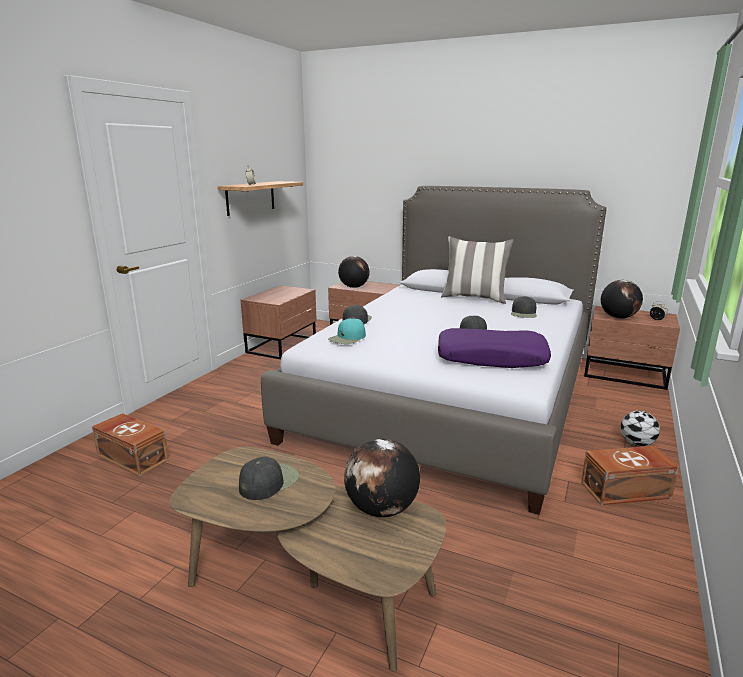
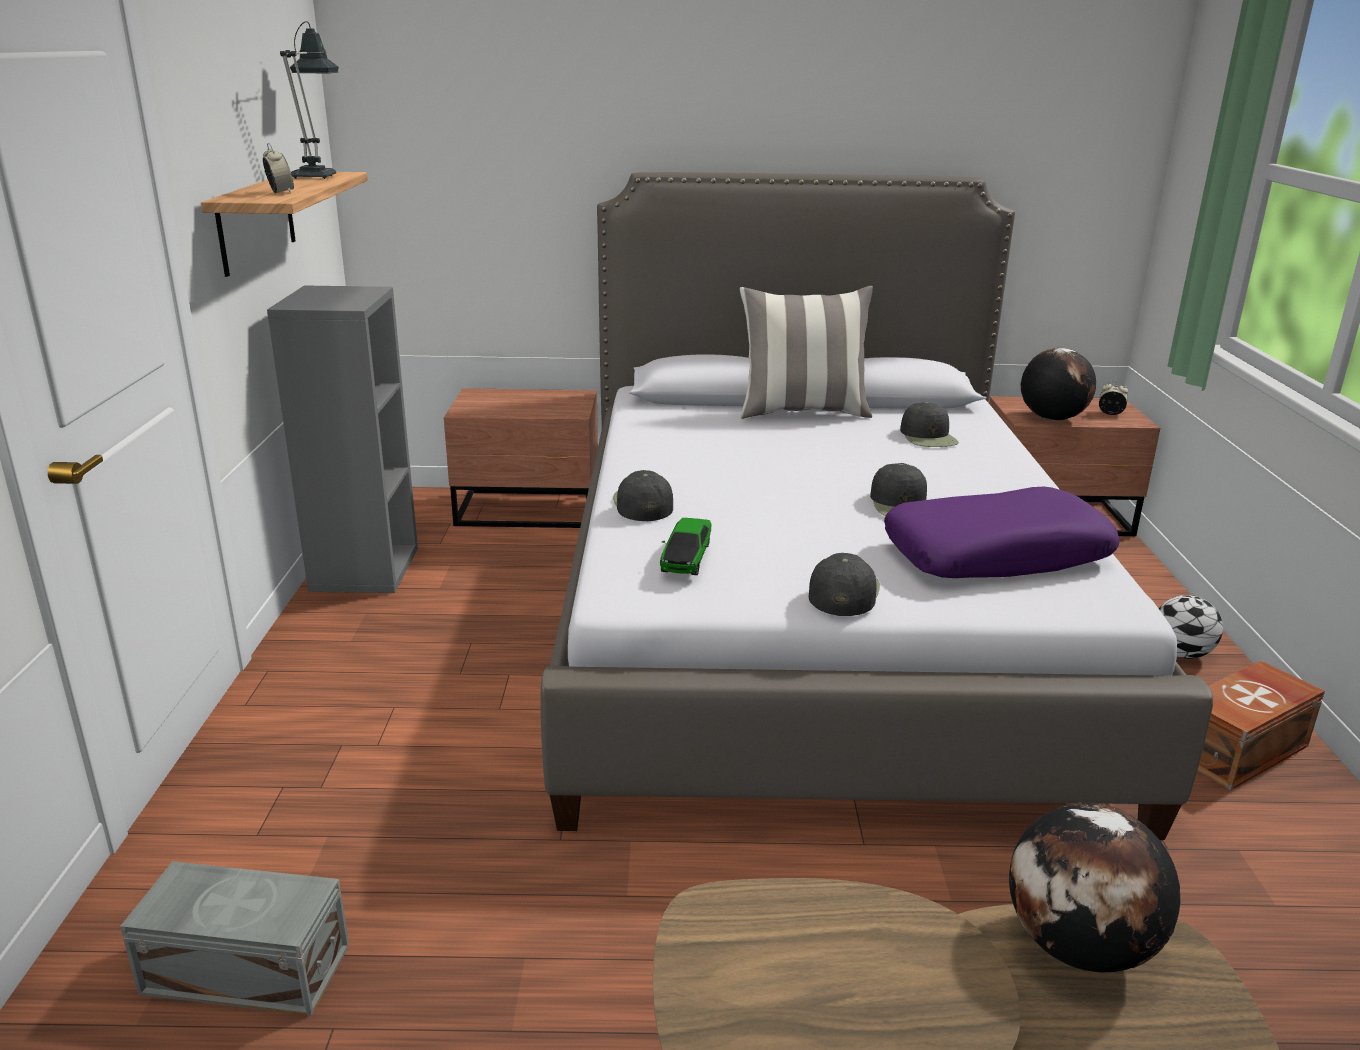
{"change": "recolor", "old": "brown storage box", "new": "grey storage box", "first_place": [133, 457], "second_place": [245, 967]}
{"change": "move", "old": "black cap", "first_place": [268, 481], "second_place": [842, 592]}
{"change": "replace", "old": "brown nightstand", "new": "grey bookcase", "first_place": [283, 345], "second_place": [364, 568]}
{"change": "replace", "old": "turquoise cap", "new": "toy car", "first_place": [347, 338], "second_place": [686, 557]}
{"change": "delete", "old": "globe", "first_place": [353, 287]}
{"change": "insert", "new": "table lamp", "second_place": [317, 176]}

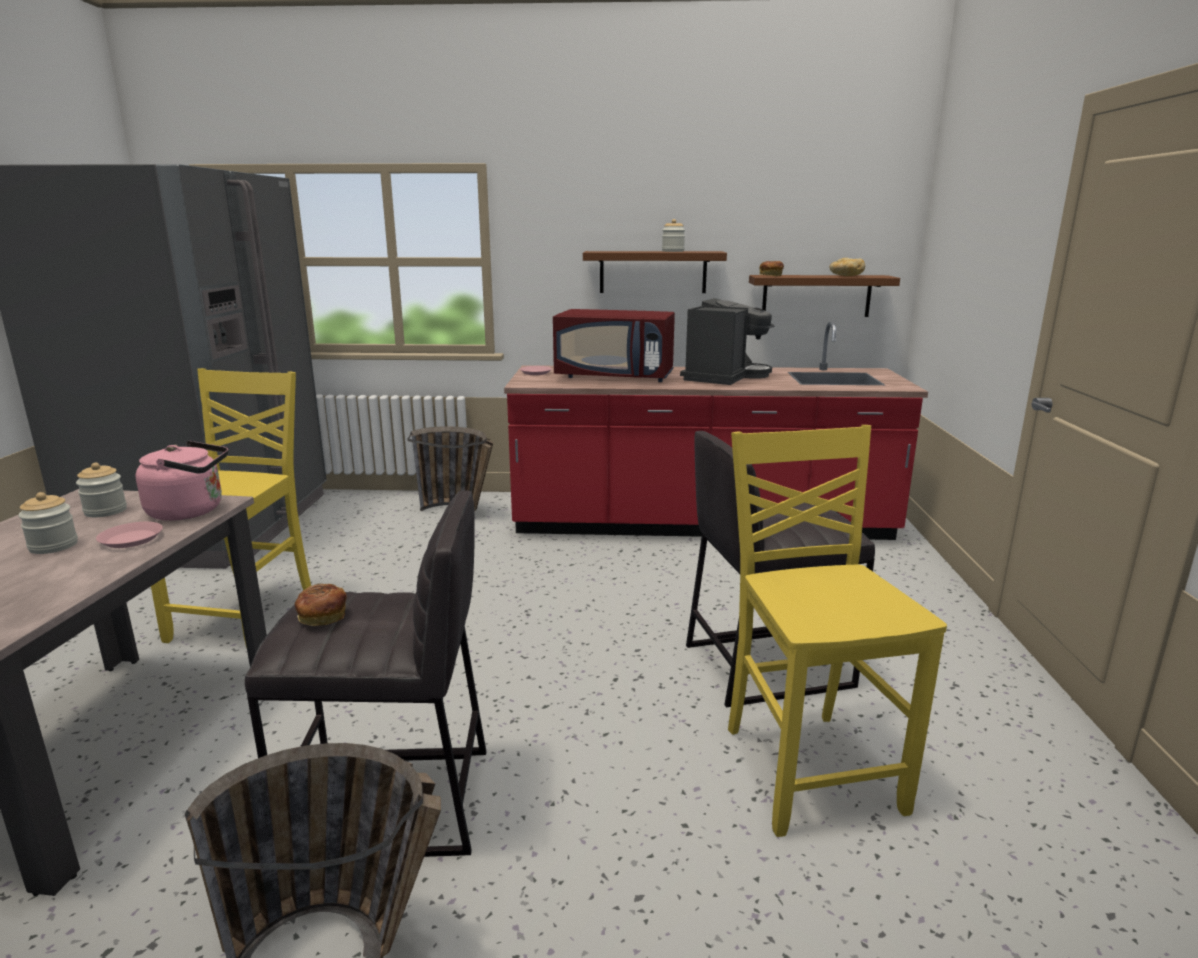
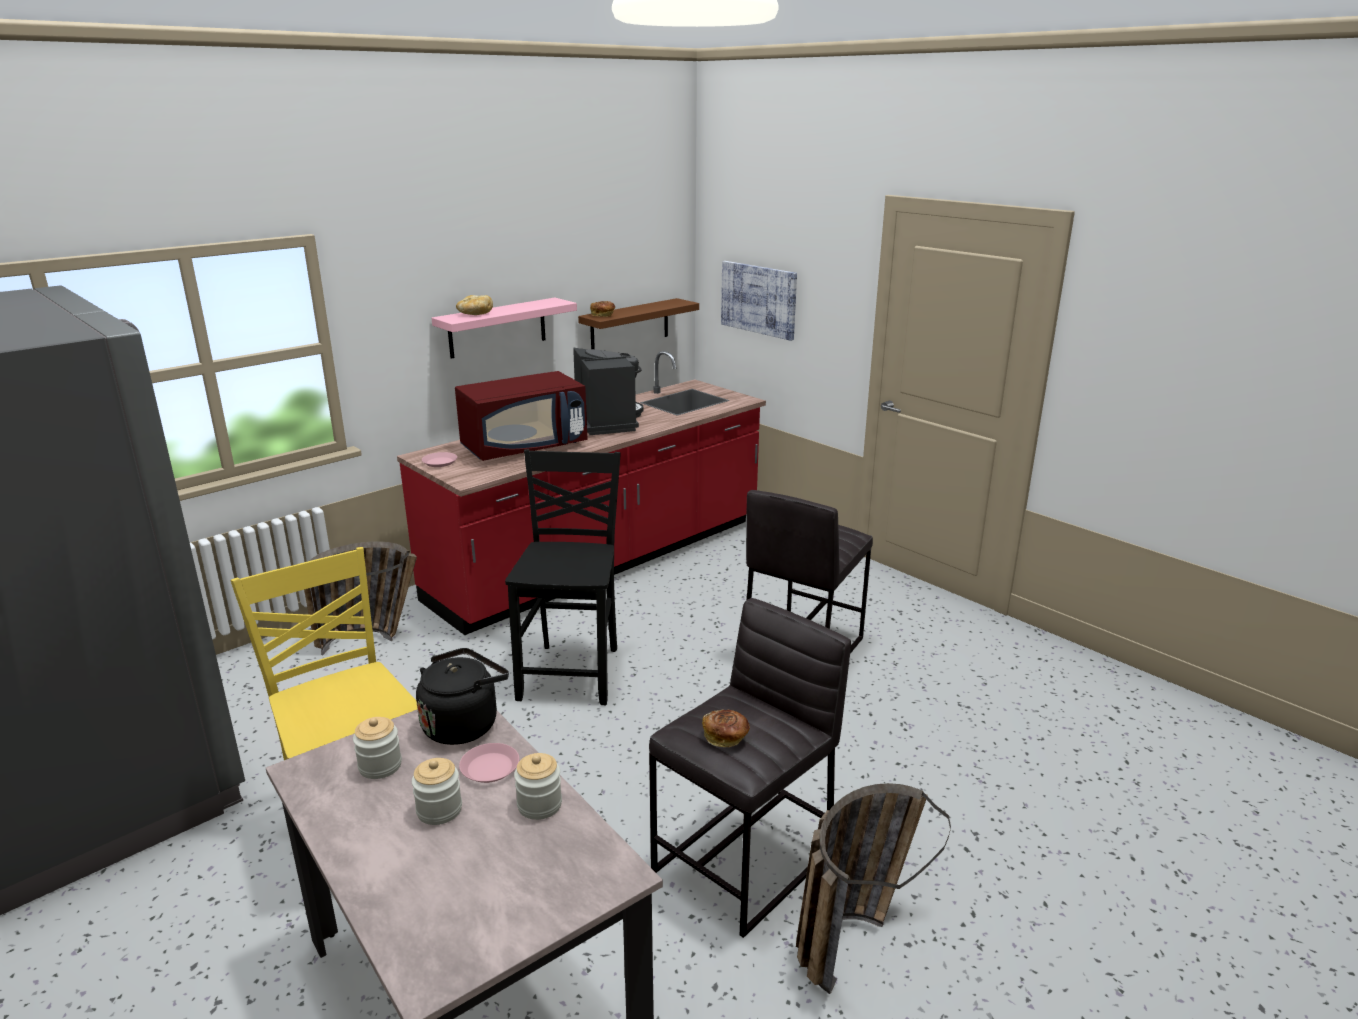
{"change": "recolor", "old": "pink kettle", "new": "black kettle", "first_place": [191, 511], "second_place": [463, 724]}
{"change": "recolor", "old": "brown shelf", "new": "pink shelf", "first_place": [653, 272], "second_place": [497, 328]}
{"change": "move", "old": "jar", "first_place": [673, 251], "second_place": [539, 805]}
{"change": "delete", "old": "yellow chair", "first_place": [808, 767]}
{"change": "move", "old": "bread", "first_place": [845, 276], "second_place": [475, 314]}
{"change": "insert", "new": "black chair", "second_place": [572, 673]}
{"change": "insert", "new": "picture", "second_place": [759, 299]}

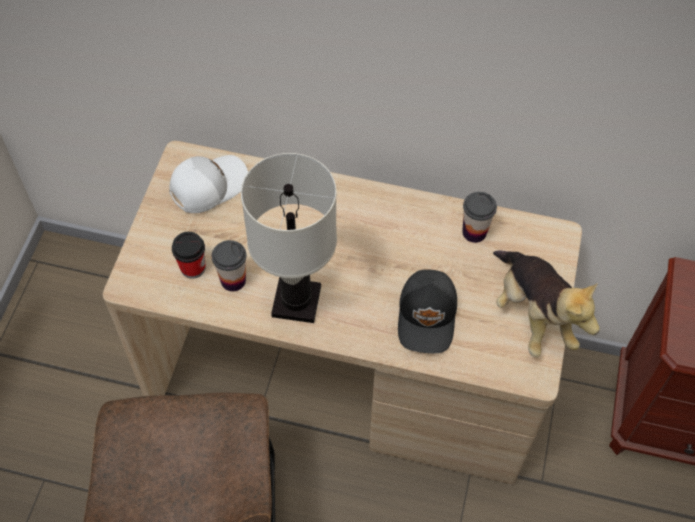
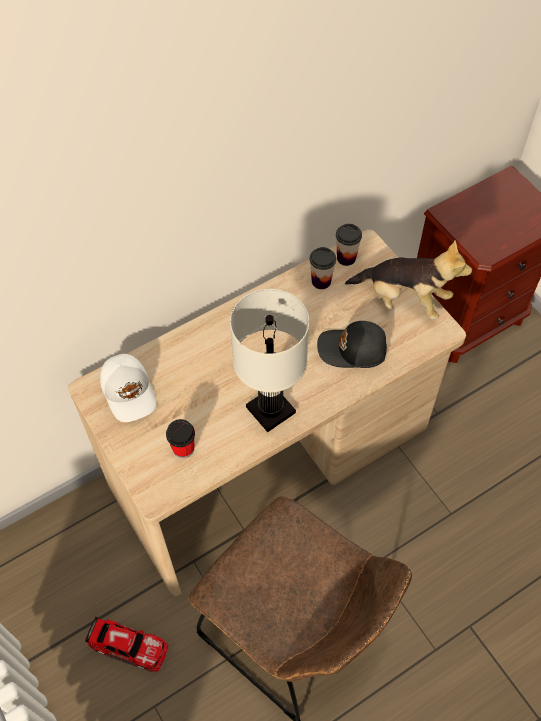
{"change": "rotate", "old": "white cap", "first_place": [207, 186], "second_place": [129, 391], "degrees": 150}
{"change": "move", "old": "cup", "first_place": [233, 280], "second_place": [346, 258]}
{"change": "rotate", "old": "black cap", "first_place": [428, 316], "second_place": [353, 350], "degrees": 135}
{"change": "insert", "new": "toy car", "second_place": [128, 646]}

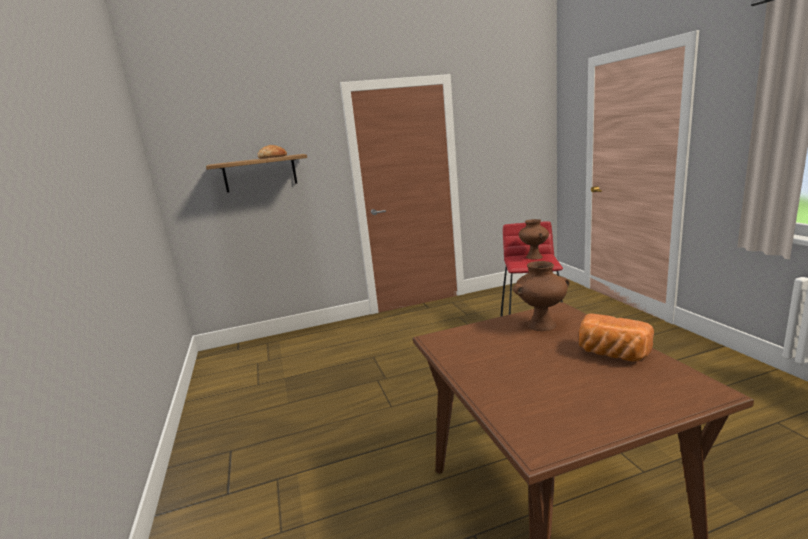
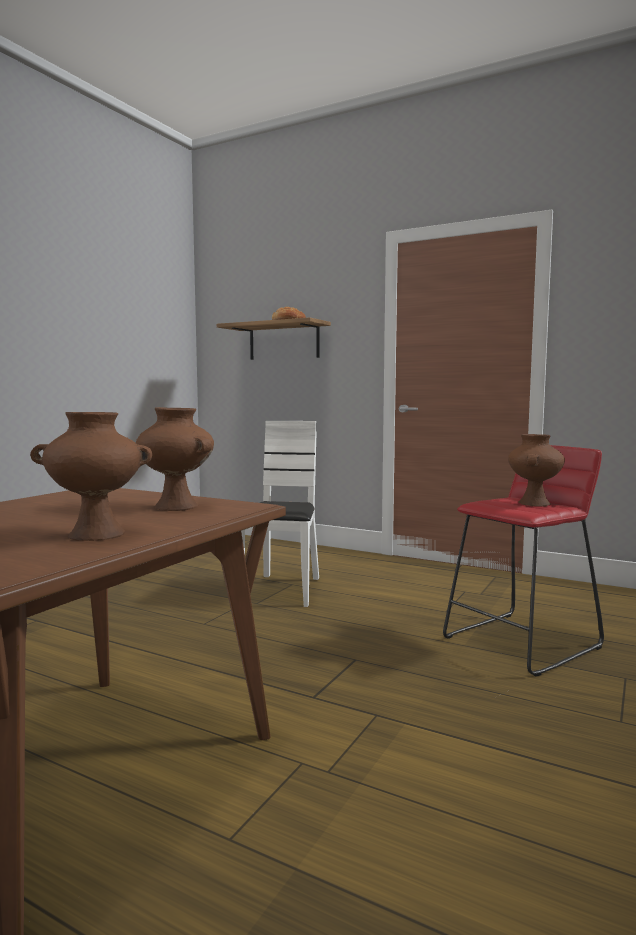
{"change": "replace", "old": "bread", "new": "brown vase", "first_place": [611, 354], "second_place": [98, 534]}
{"change": "insert", "new": "white chair", "second_place": [282, 590]}

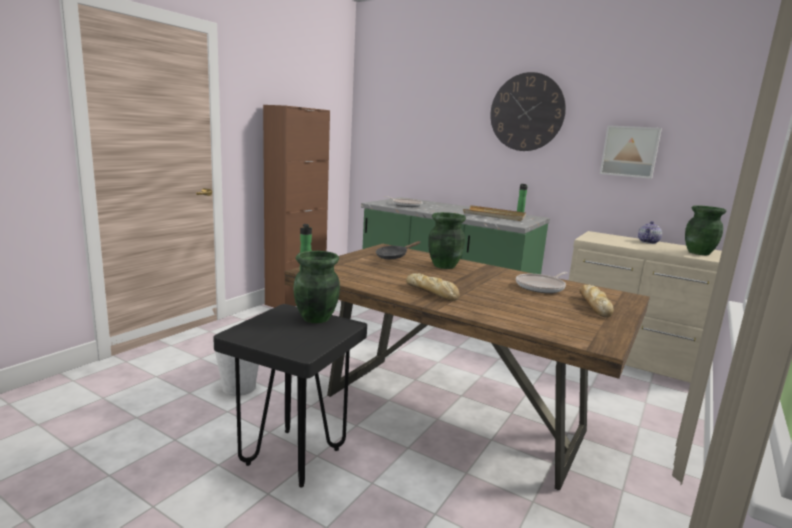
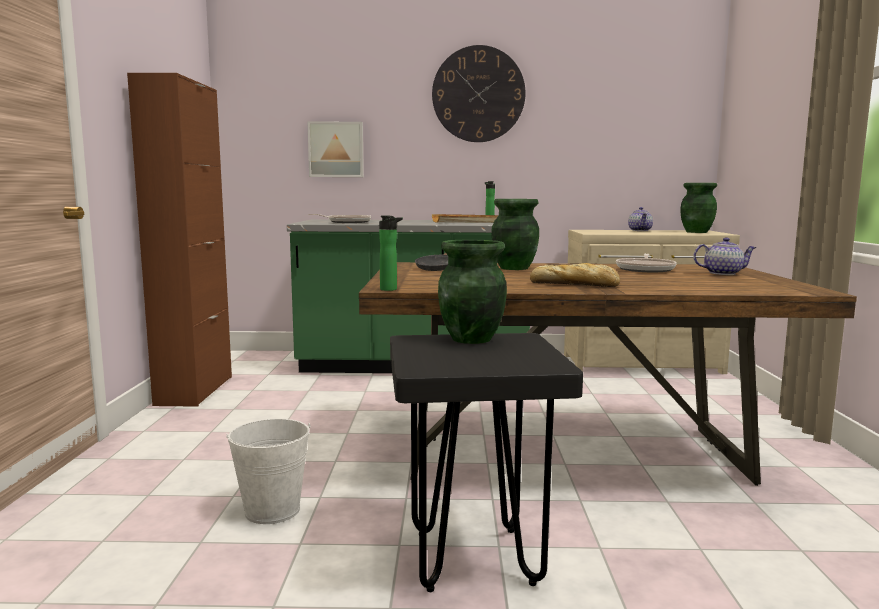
{"change": "replace", "old": "bread", "new": "teapot", "first_place": [593, 305], "second_place": [722, 273]}
{"change": "move", "old": "picture", "first_place": [630, 151], "second_place": [336, 149]}

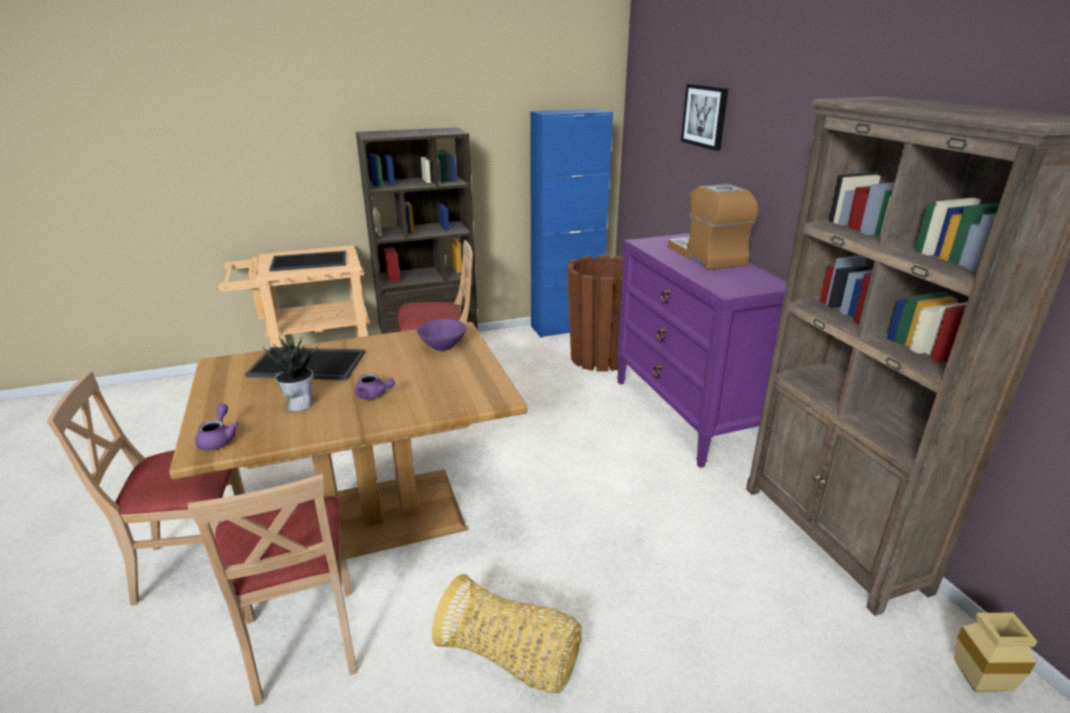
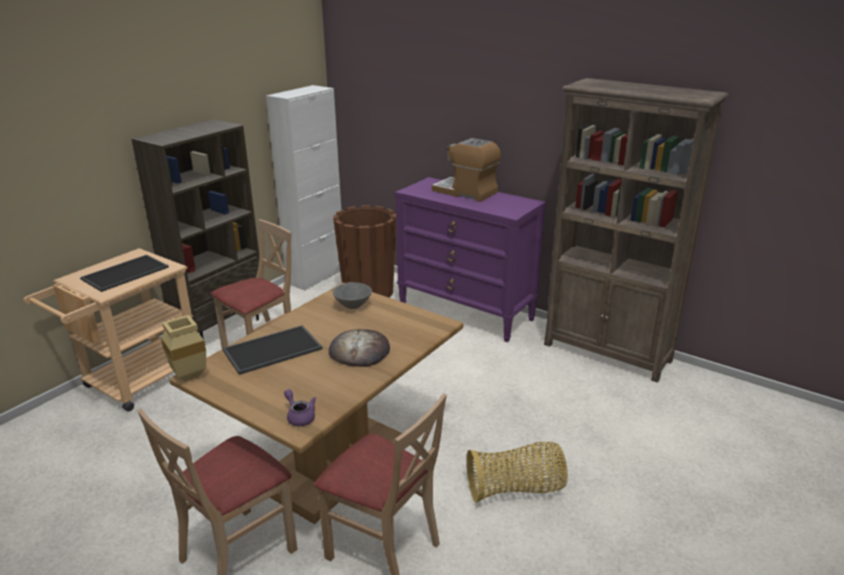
{"change": "delete", "old": "potted plant", "first_place": [300, 403]}
{"change": "replace", "old": "purple teapot", "new": "bread", "first_place": [374, 395], "second_place": [359, 351]}
{"change": "recolor", "old": "purple bowl", "new": "grey bowl", "first_place": [443, 346], "second_place": [353, 305]}
{"change": "recolor", "old": "blue cabinet", "new": "white cabinet", "first_place": [566, 327], "second_place": [316, 276]}
{"change": "delete", "old": "picture", "first_place": [705, 116]}
{"change": "move", "old": "beige vase", "first_place": [977, 686], "second_place": [188, 377]}

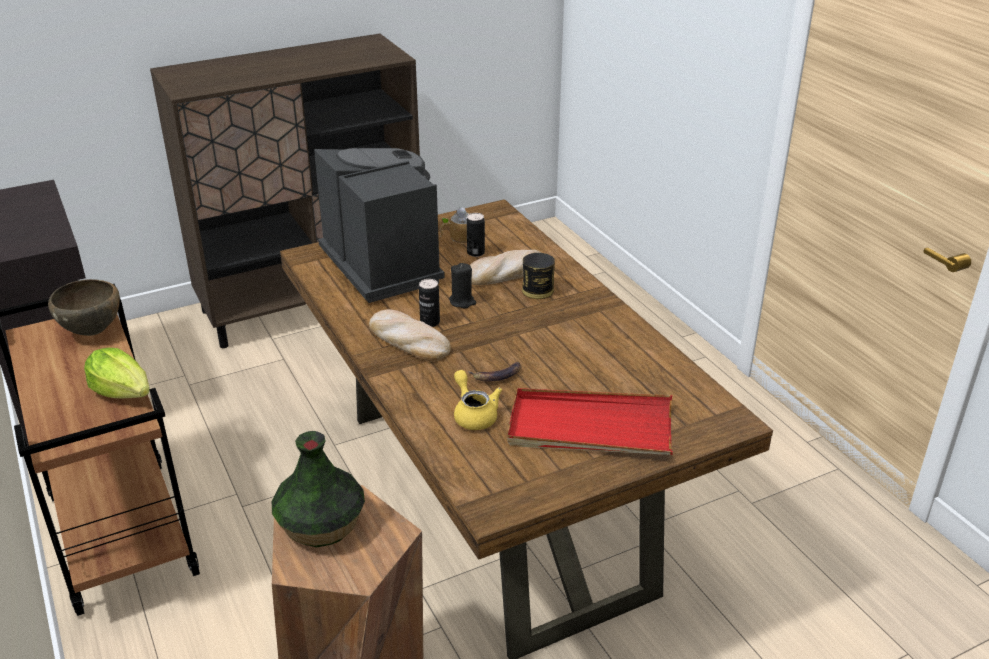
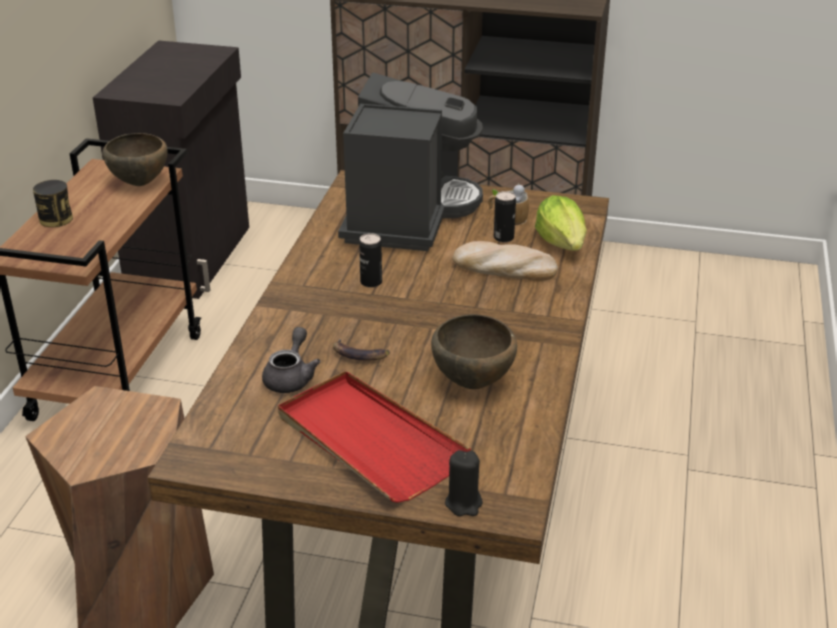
{"change": "move", "old": "lettuce", "first_place": [123, 392], "second_place": [562, 243]}
{"change": "delete", "old": "vase", "first_place": [320, 526]}
{"change": "delete", "old": "bread", "first_place": [407, 340]}
{"change": "move", "old": "black candle", "first_place": [462, 302], "second_place": [464, 503]}
{"change": "recolor", "old": "yellow teapot", "new": "grey teapot", "first_place": [474, 414], "second_place": [291, 377]}
{"change": "move", "old": "can", "first_place": [537, 290], "second_place": [56, 219]}
{"change": "insert", "new": "brown bowl", "second_place": [474, 383]}

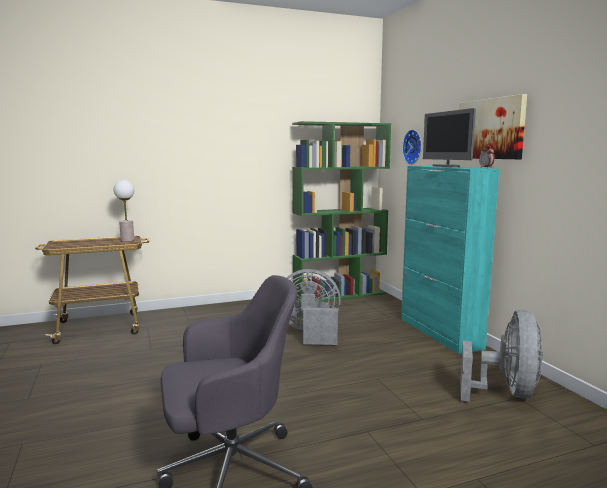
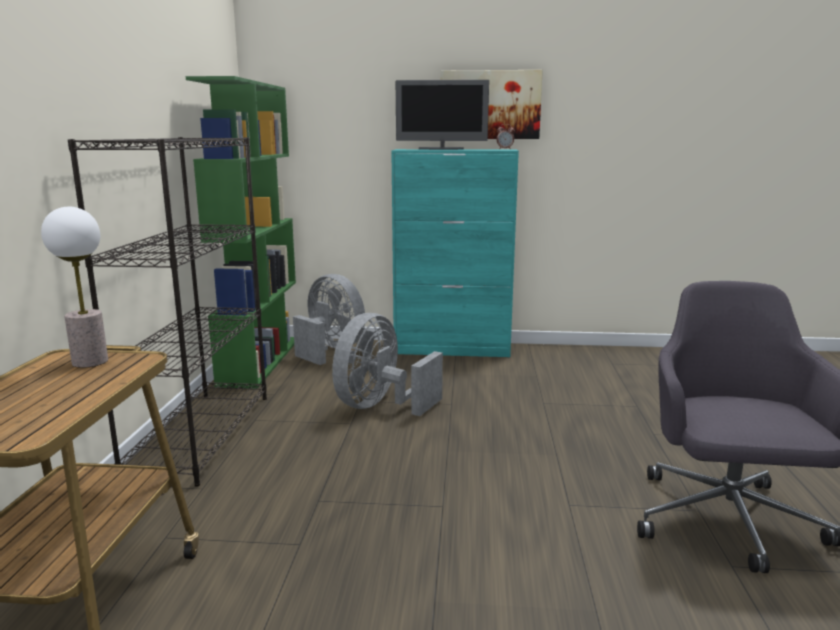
{"change": "delete", "old": "wall clock", "first_place": [414, 147]}
{"change": "move", "old": "grey fan", "first_place": [506, 393], "second_place": [330, 350]}
{"change": "insert", "new": "black bookcase", "second_place": [201, 434]}

